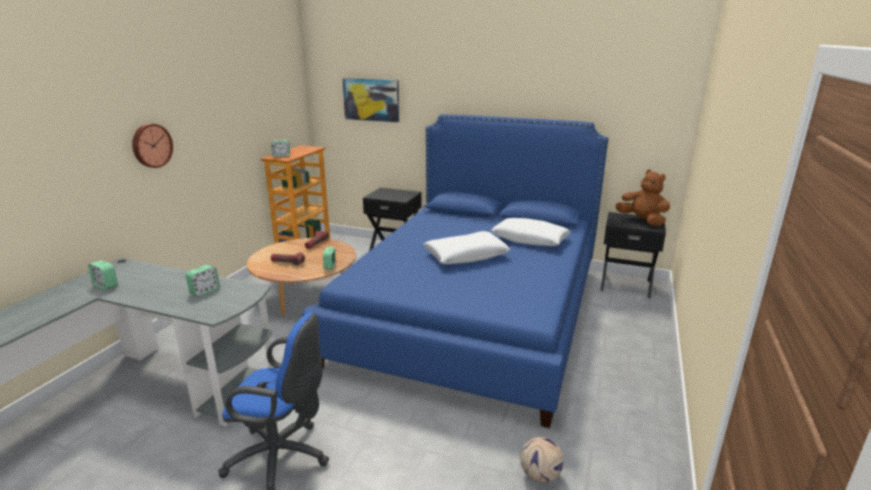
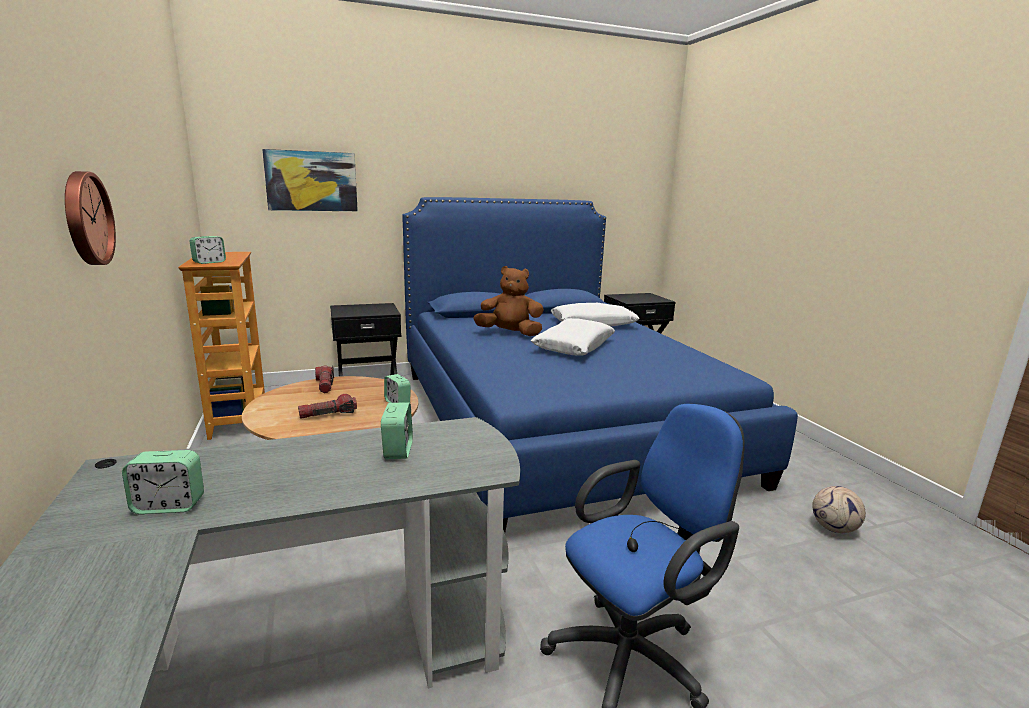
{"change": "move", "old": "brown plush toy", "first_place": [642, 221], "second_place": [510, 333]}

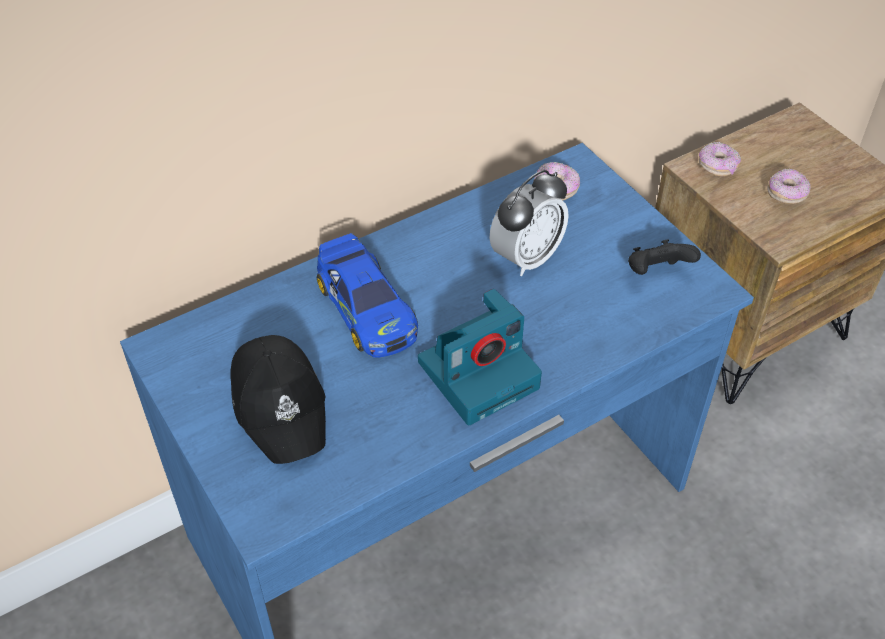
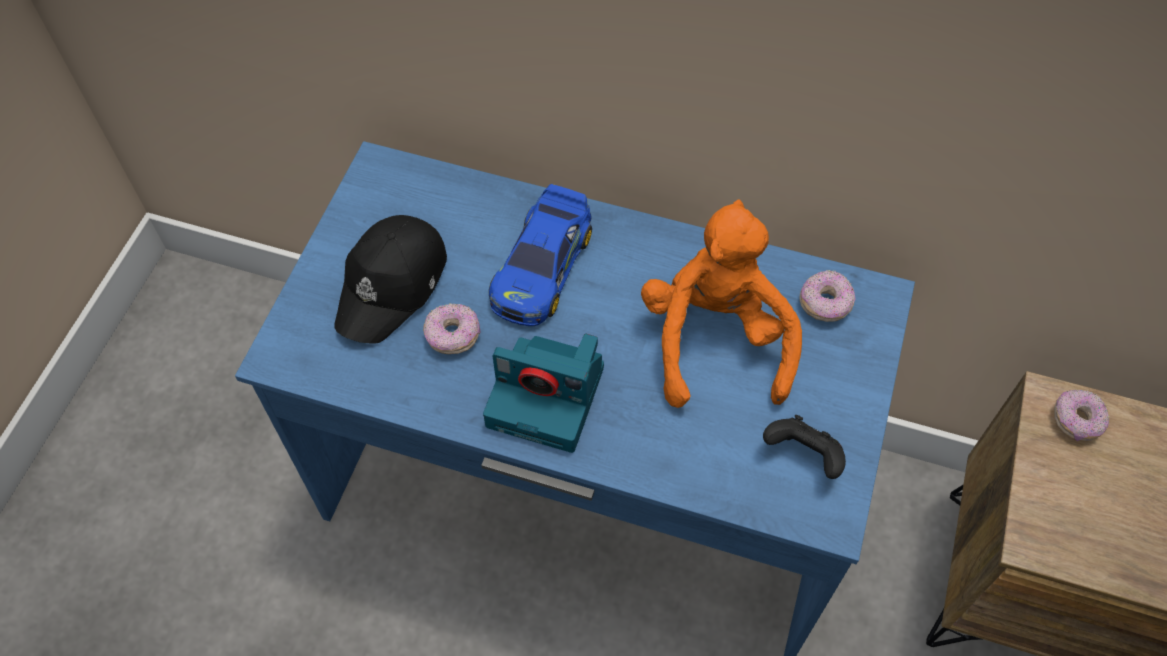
{"change": "replace", "old": "alarm clock", "new": "orange plush toy", "first_place": [526, 258], "second_place": [715, 339]}
{"change": "move", "old": "donut", "first_place": [786, 194], "second_place": [453, 335]}

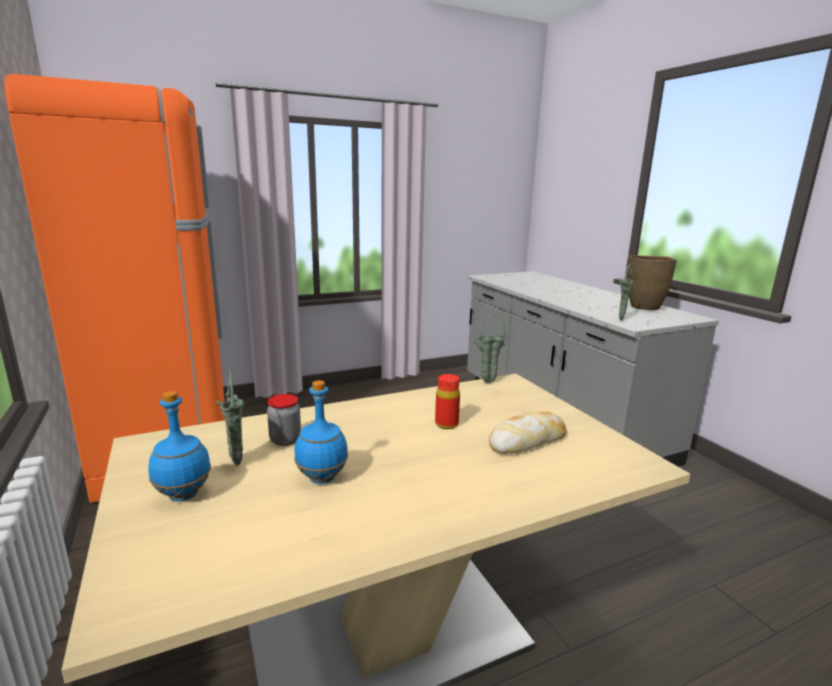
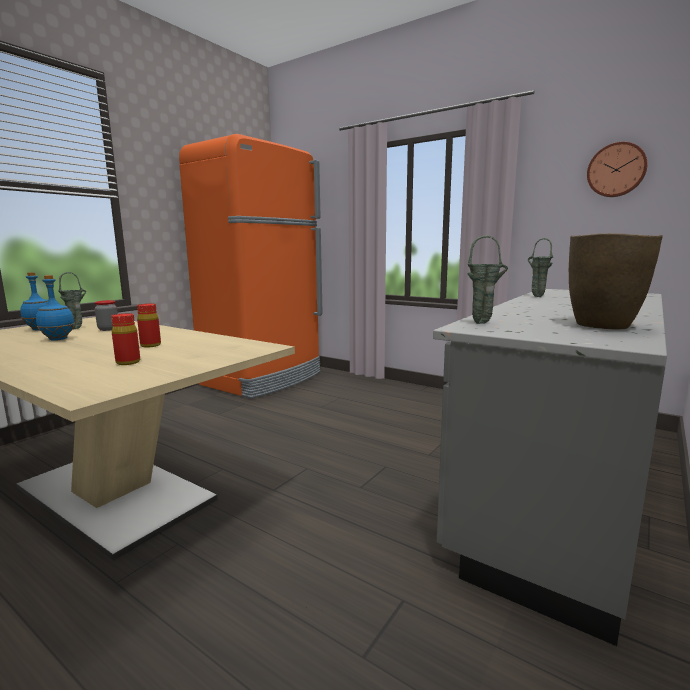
{"change": "move", "old": "green vase", "first_place": [486, 382], "second_place": [536, 296]}
{"change": "replace", "old": "bread", "new": "red bottle", "first_place": [528, 441], "second_place": [128, 362]}
{"change": "insert", "new": "wall clock", "second_place": [616, 170]}

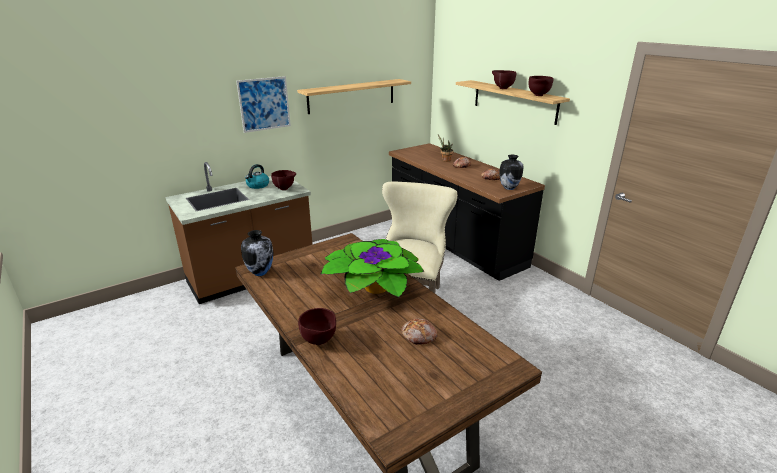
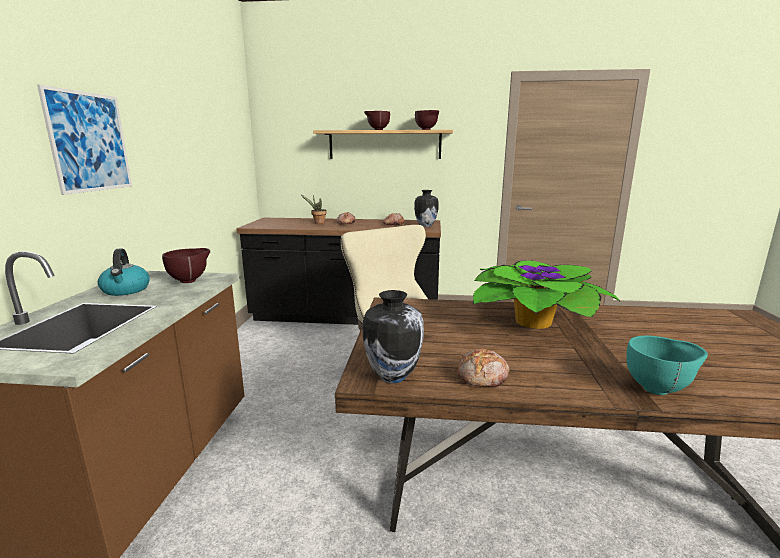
{"change": "delete", "old": "shelf", "first_place": [351, 96]}
{"change": "recolor", "old": "brown bowl", "new": "turquoise bowl", "first_place": [320, 342], "second_place": [659, 389]}
{"change": "move", "old": "bread", "first_place": [419, 336], "second_place": [483, 376]}

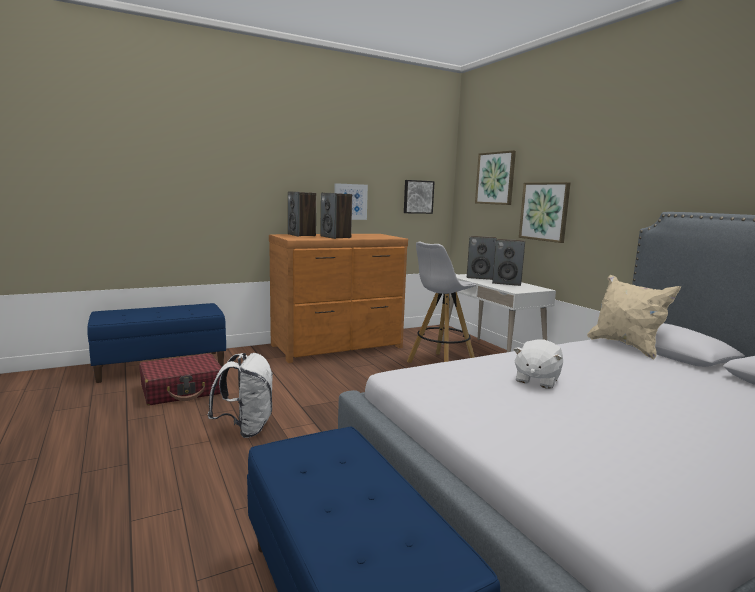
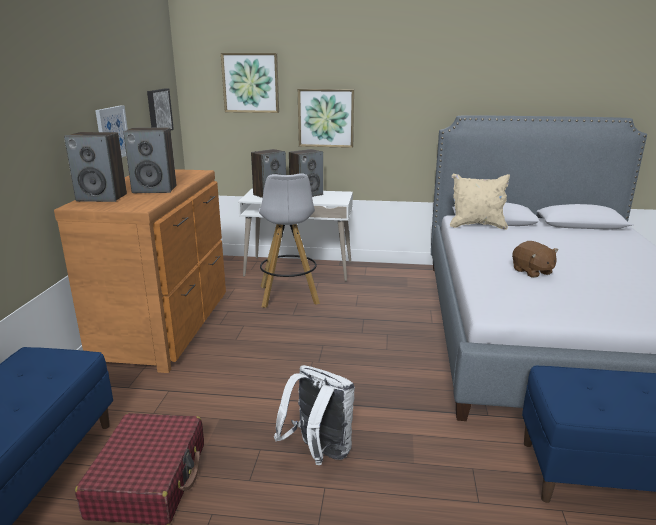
{"change": "recolor", "old": "white plush toy", "new": "brown plush toy", "first_place": [536, 380], "second_place": [532, 272]}

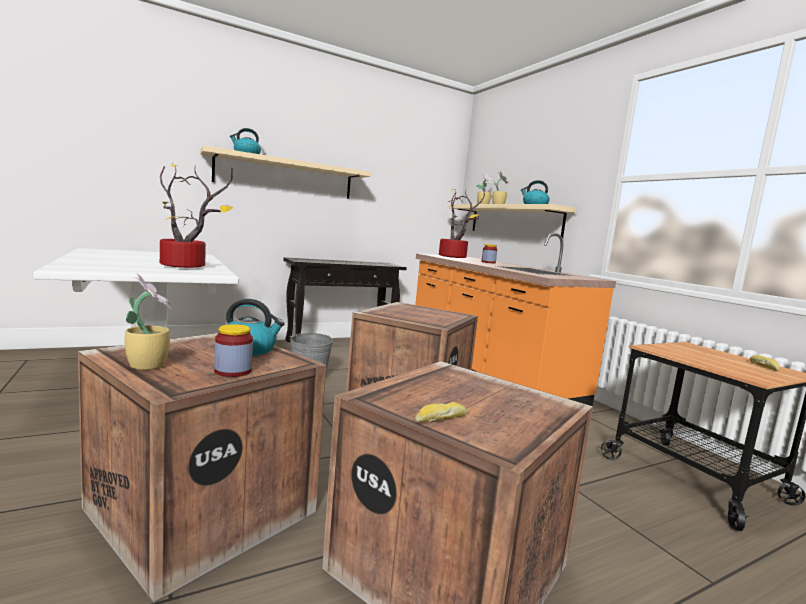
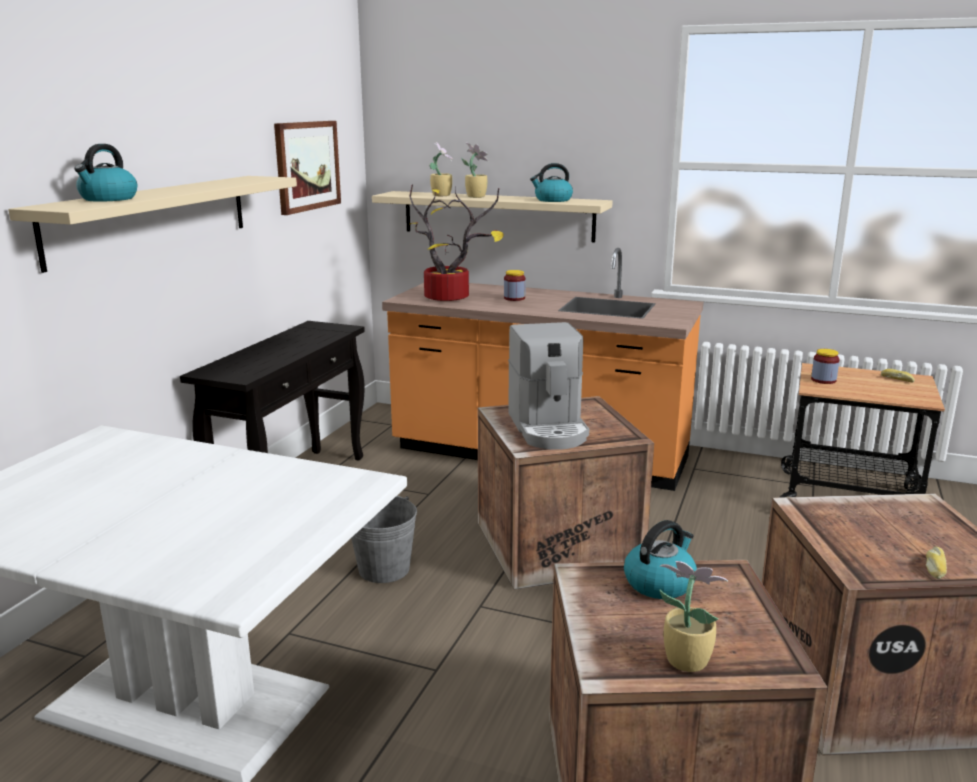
{"change": "delete", "old": "potted plant", "first_place": [187, 267]}
{"change": "move", "old": "jar", "first_place": [233, 371], "second_place": [823, 380]}
{"change": "insert", "new": "picture", "second_place": [307, 166]}
{"change": "insert", "new": "coffee machine", "second_place": [548, 428]}

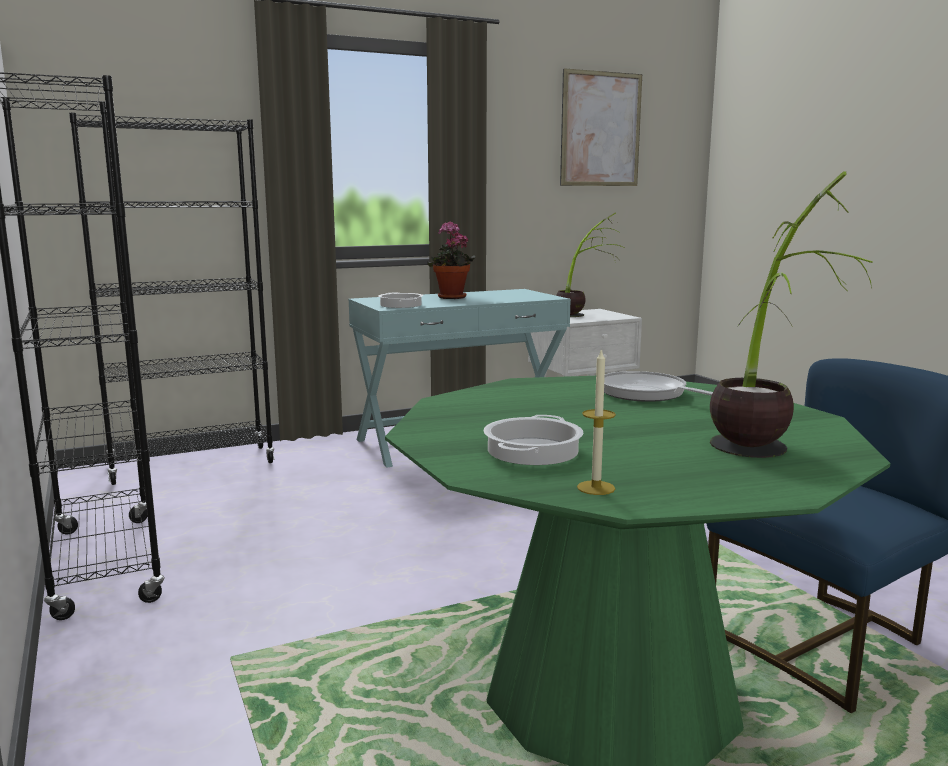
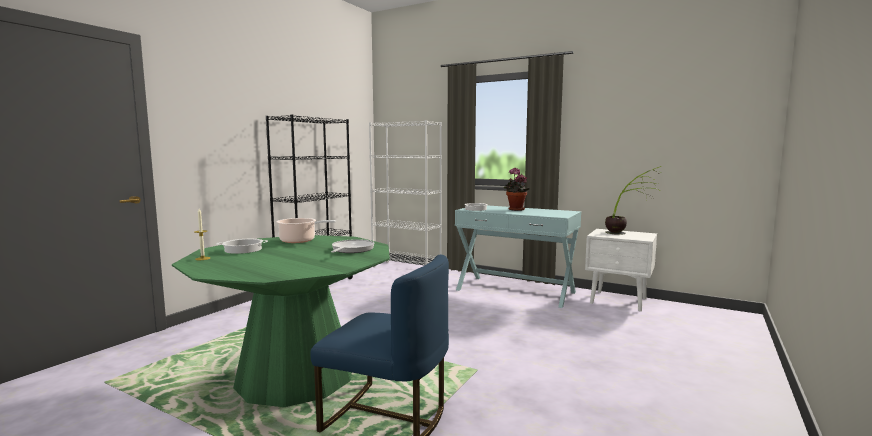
{"change": "recolor", "old": "black bookcase", "new": "white bookcase", "first_place": [192, 465], "second_place": [406, 268]}
{"change": "delete", "old": "picture", "first_place": [601, 129]}
{"change": "delete", "old": "potted plant", "first_place": [762, 460]}
{"change": "insert", "new": "cooking pot", "second_place": [300, 241]}

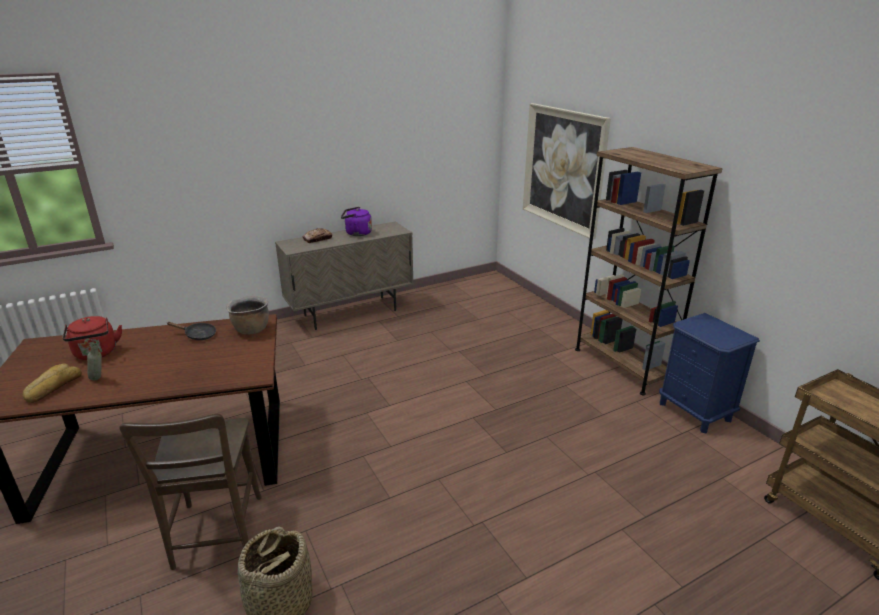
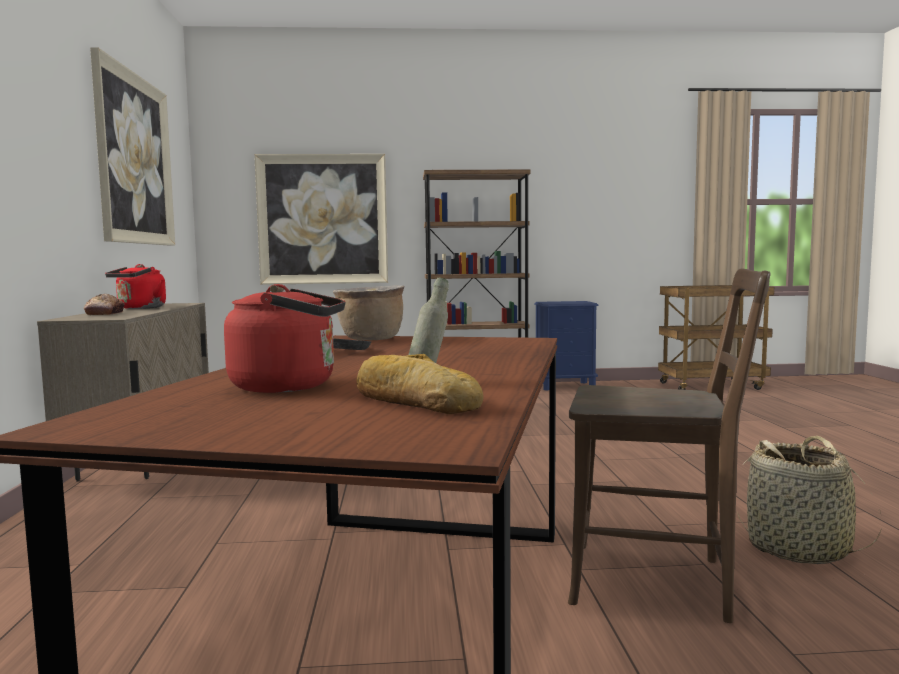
{"change": "recolor", "old": "purple kettle", "new": "red kettle", "first_place": [356, 233], "second_place": [140, 308]}
{"change": "insert", "new": "picture", "second_place": [134, 160]}

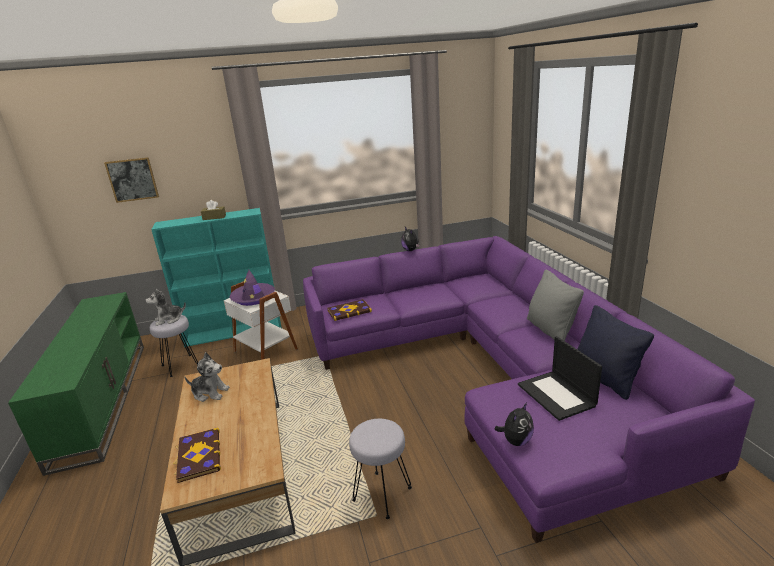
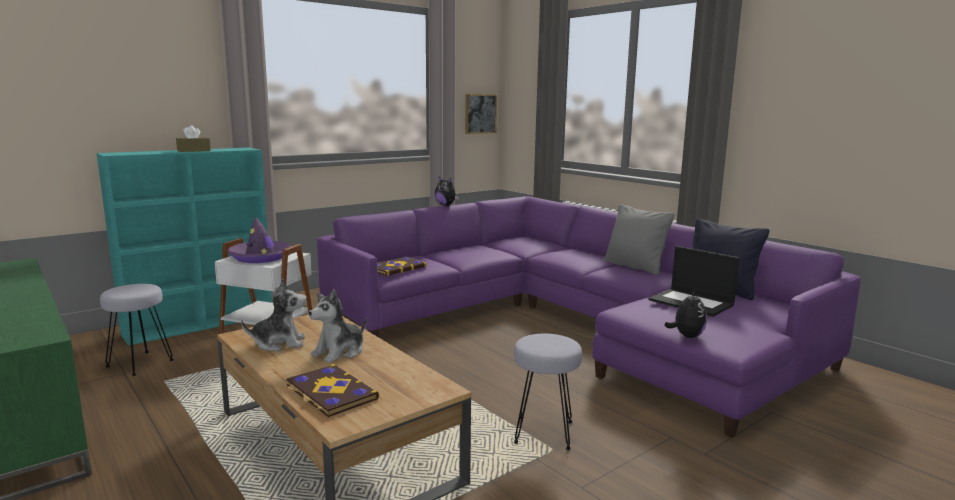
{"change": "move", "old": "picture", "first_place": [132, 179], "second_place": [480, 114]}
{"change": "move", "old": "plush toy", "first_place": [169, 319], "second_place": [339, 352]}

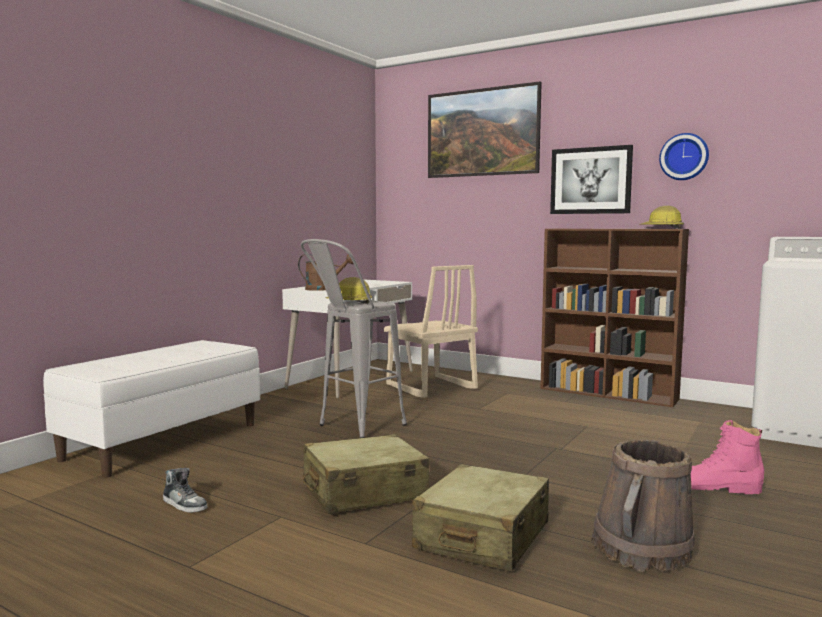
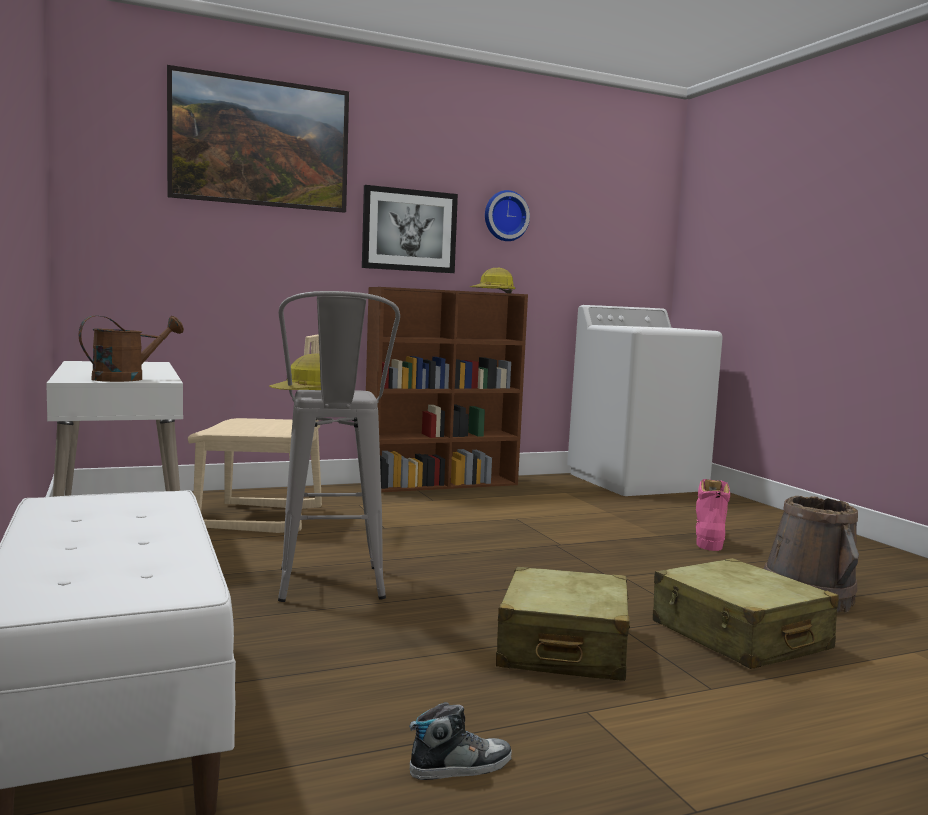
{"change": "rotate", "old": "pink boot", "first_place": [715, 487], "second_place": [709, 539], "degrees": 150}

